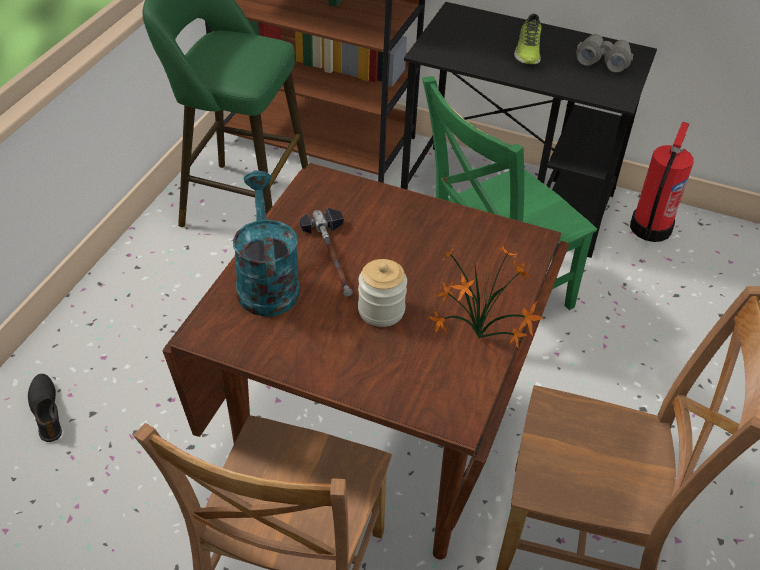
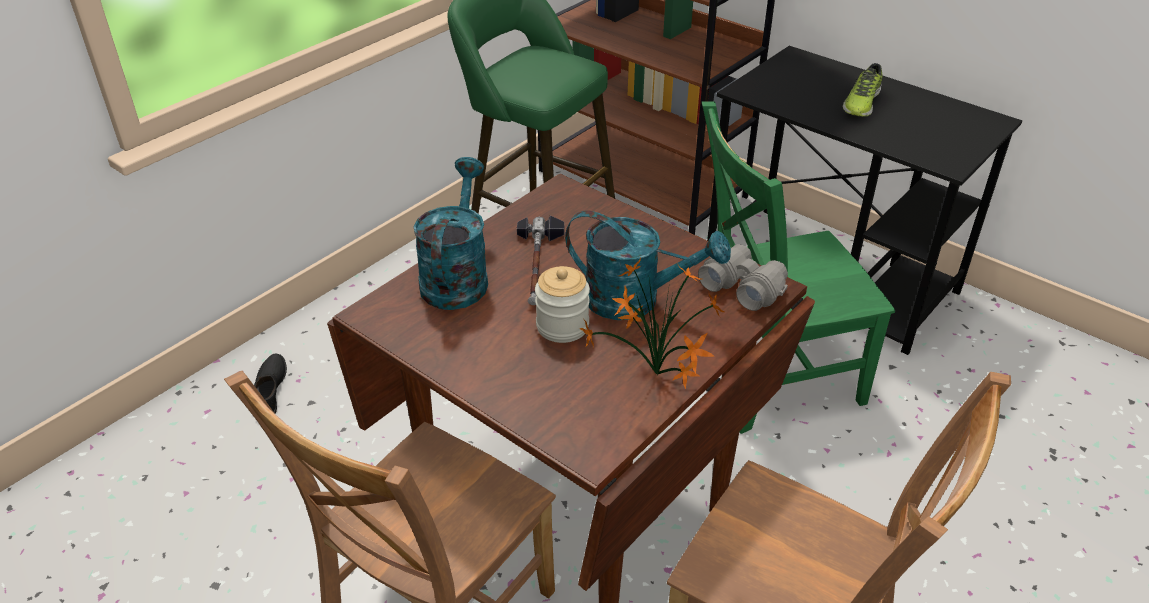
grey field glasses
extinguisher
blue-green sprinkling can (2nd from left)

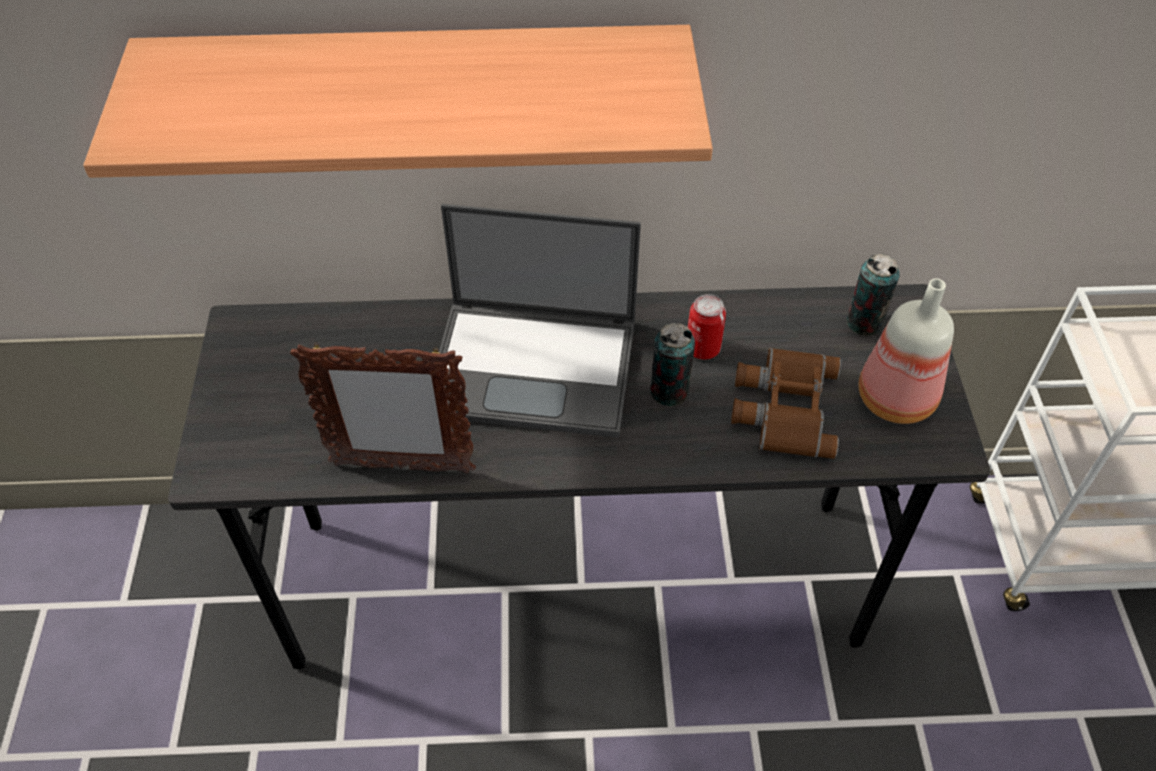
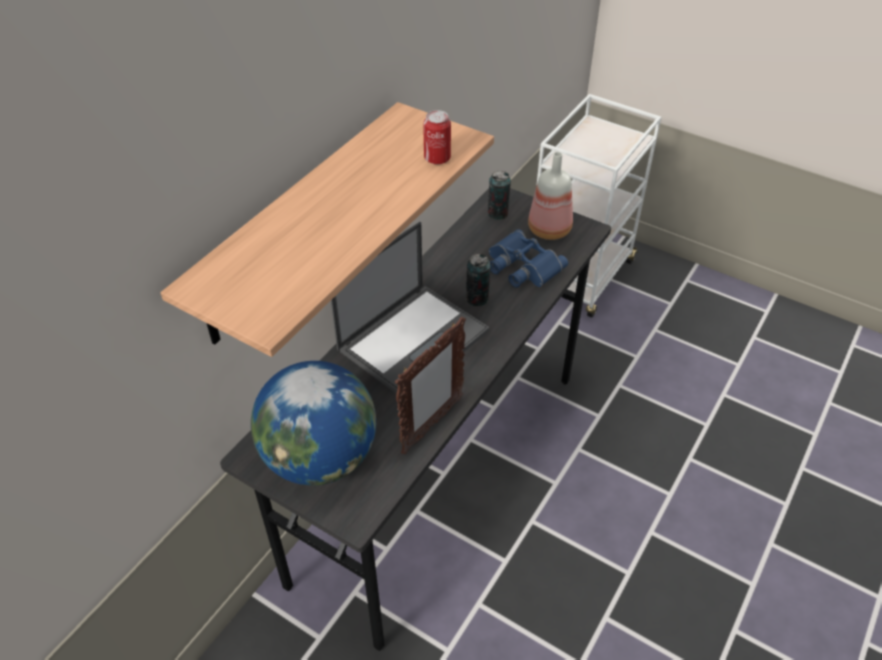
can (1st from left)
bluish field glasses
world globe

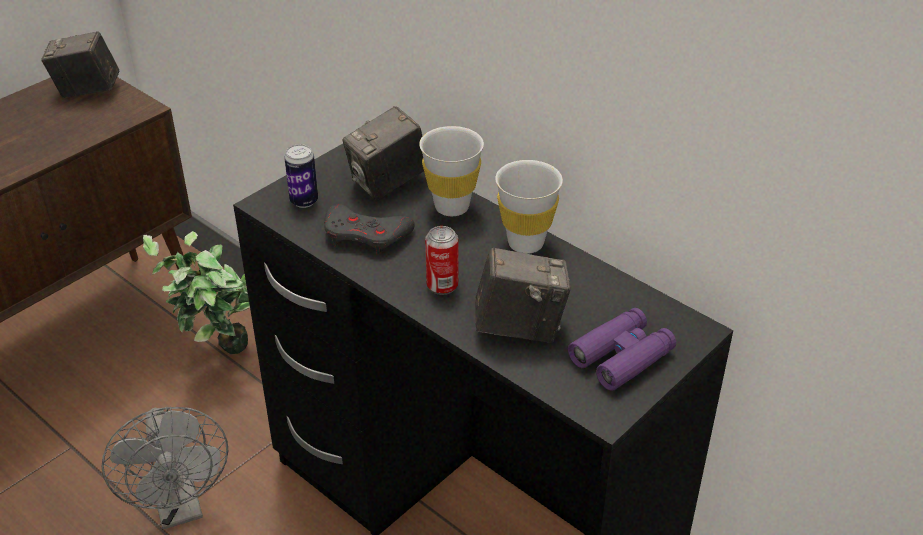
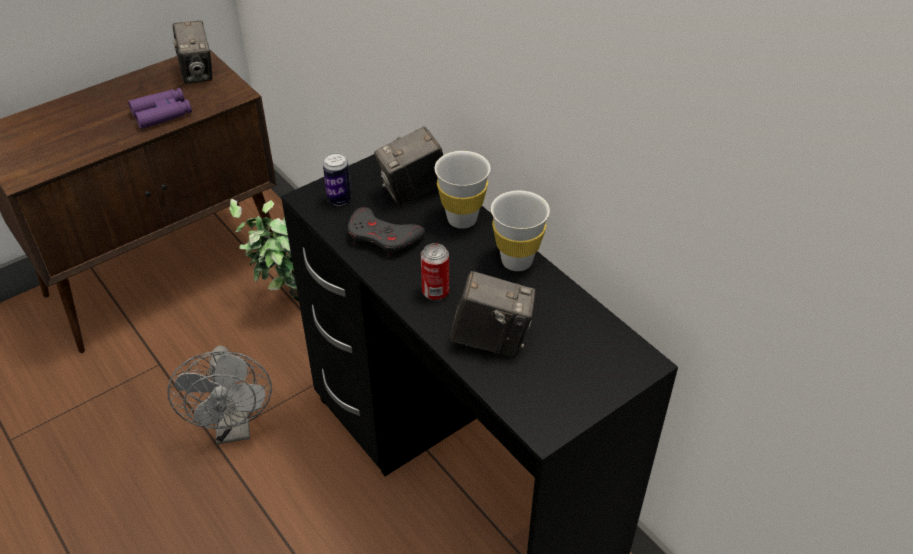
still camera (1st from left)
purplish field glasses

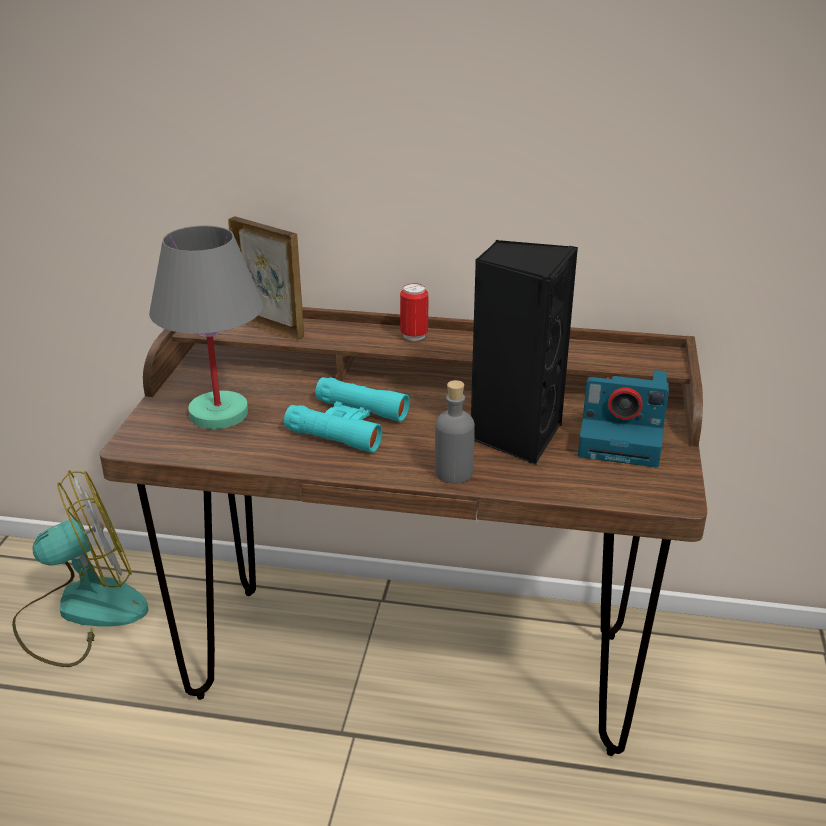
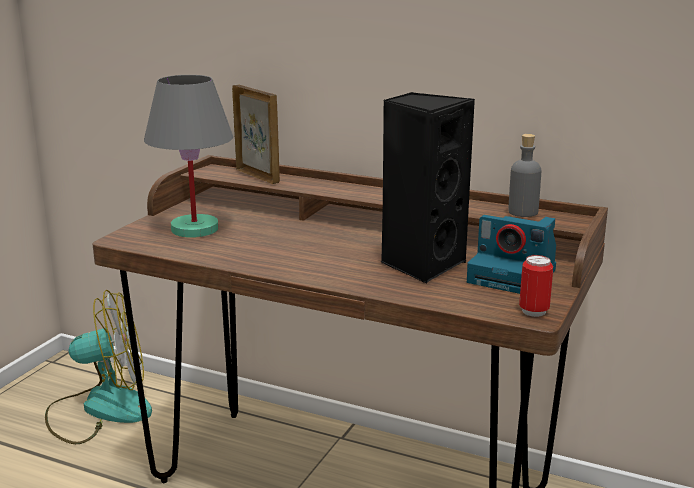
blue-green field glasses
can
grey beverage bottle

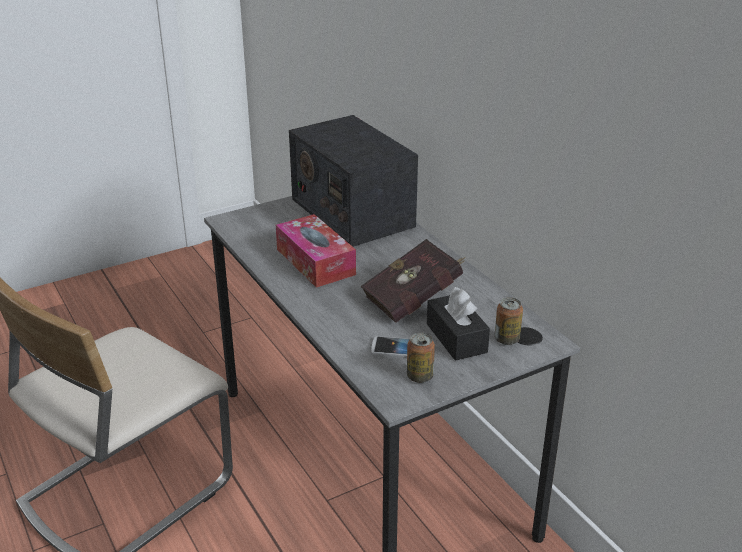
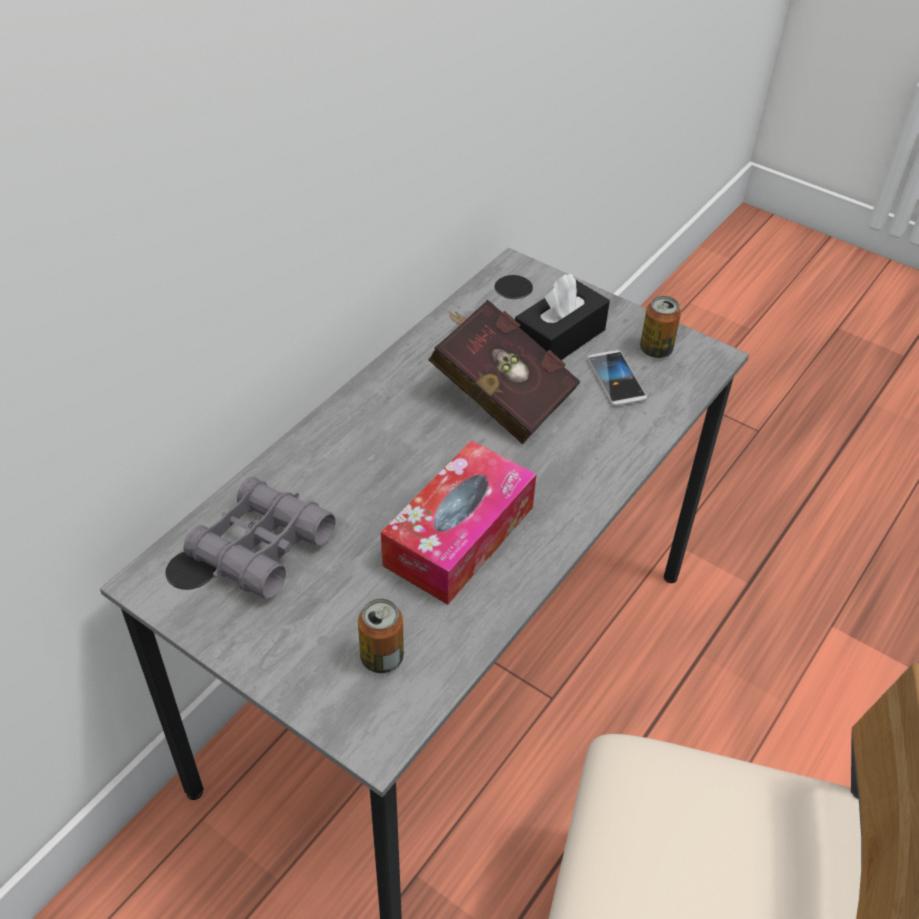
grey field glasses
can (1st from left)

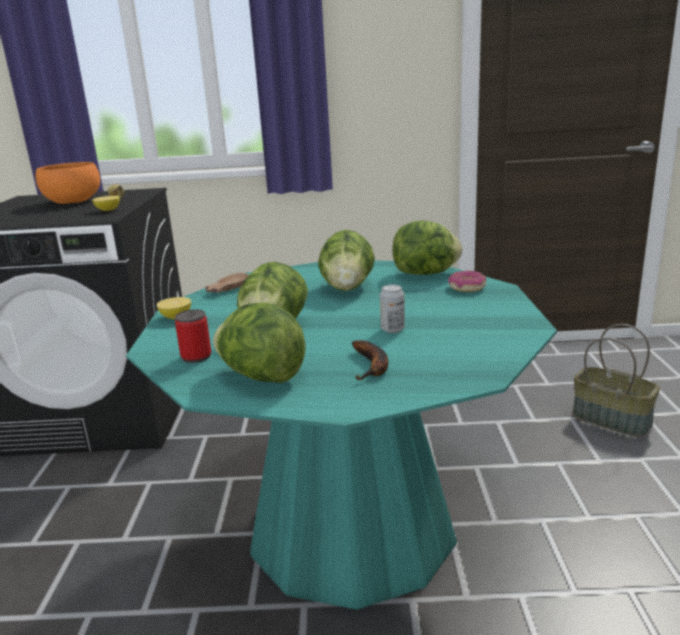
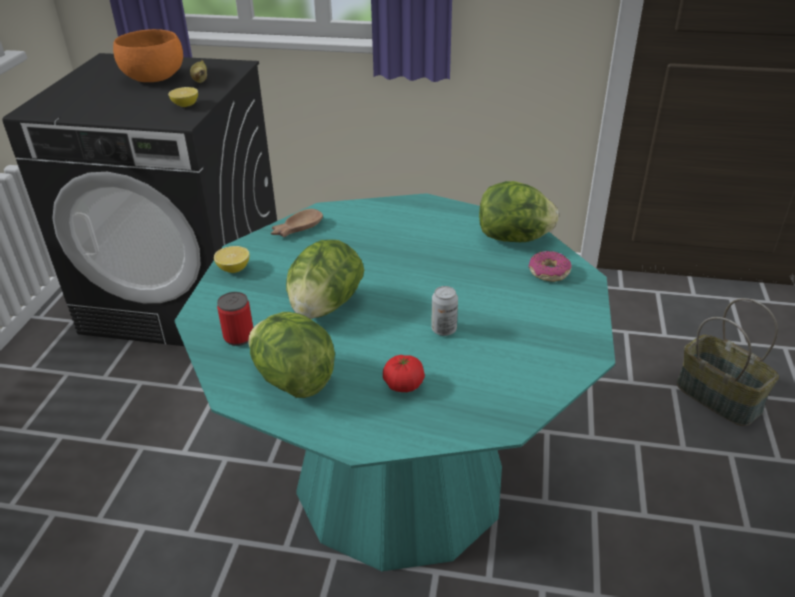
lettuce head (3rd from left in the first image)
whole tomato

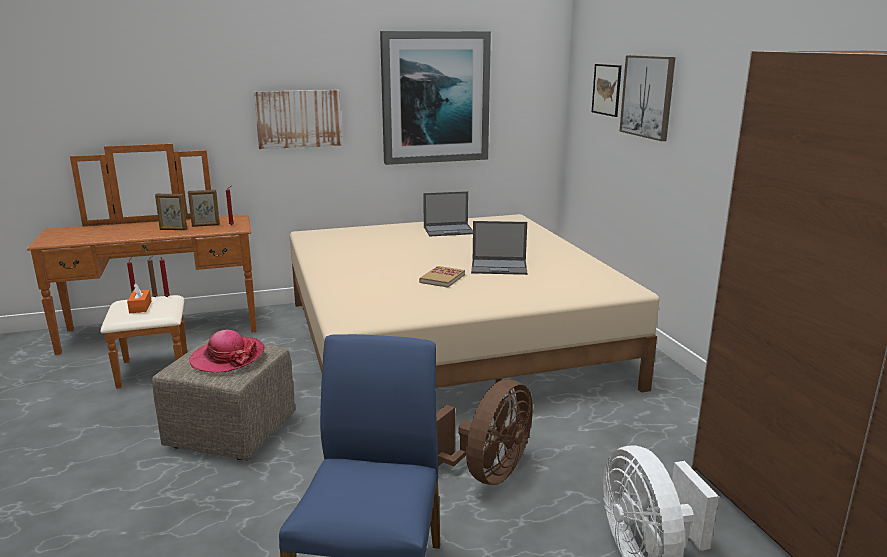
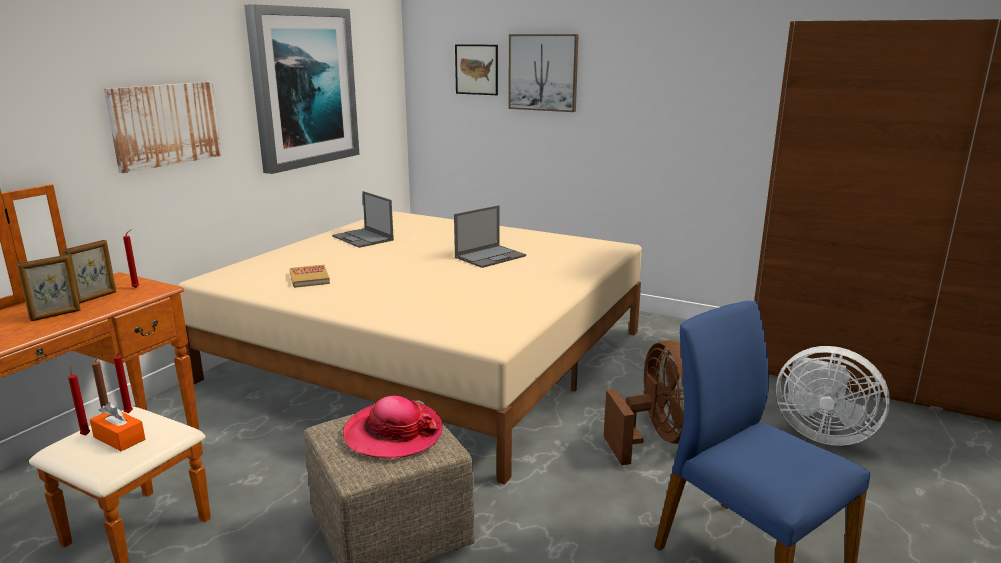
book
notebook computer (1st from left)

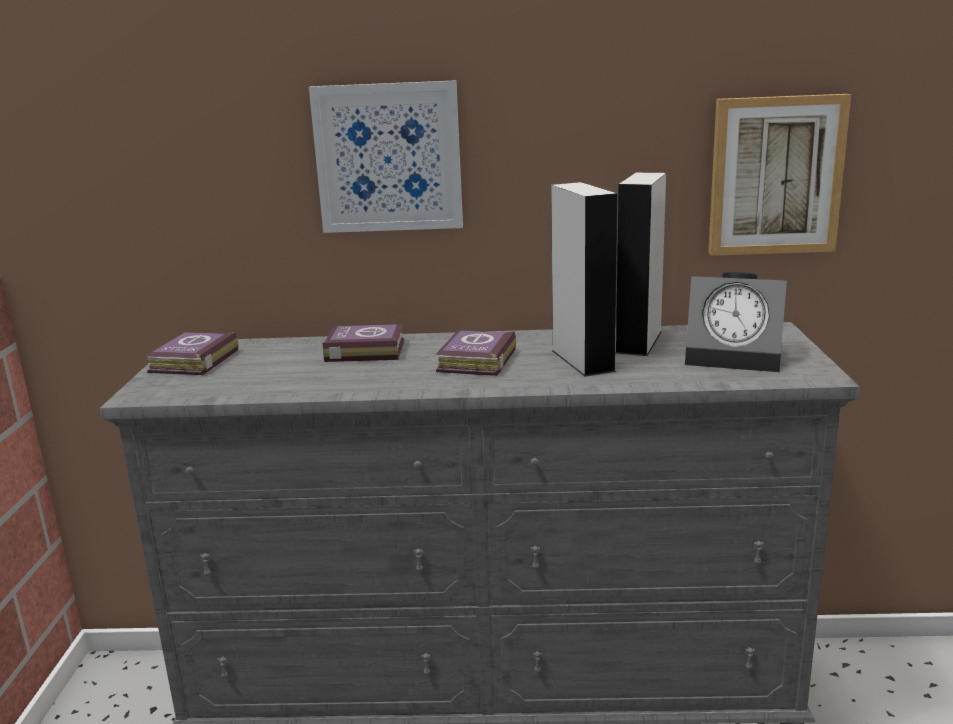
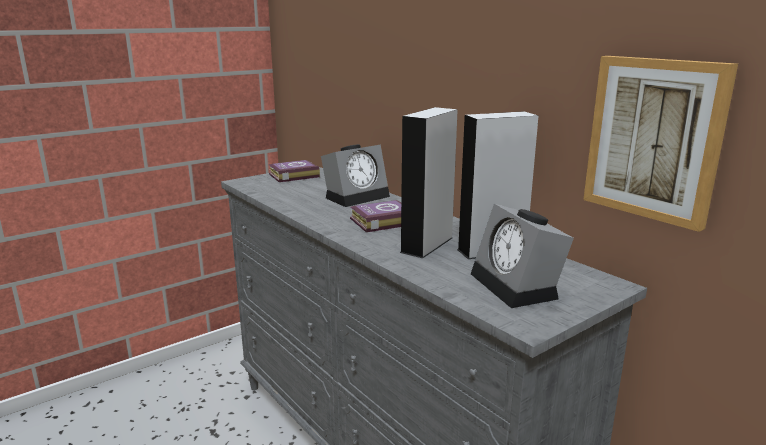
picture (1st from left in the first image)
bedside clock (1st from left)

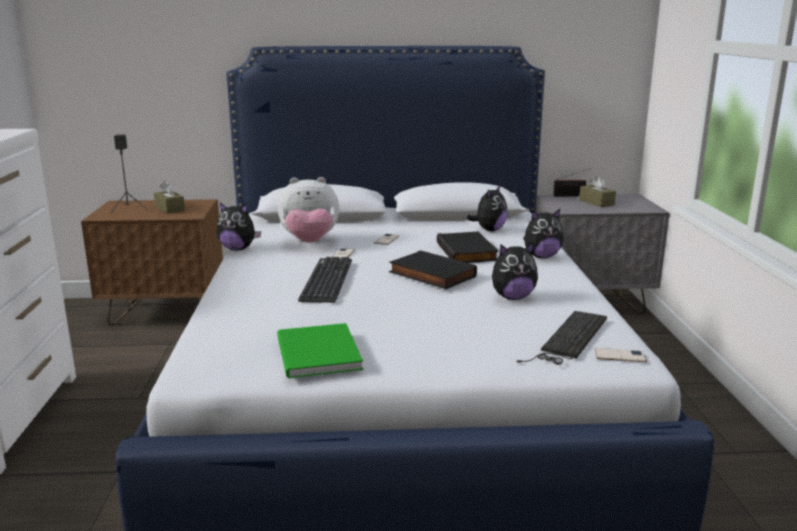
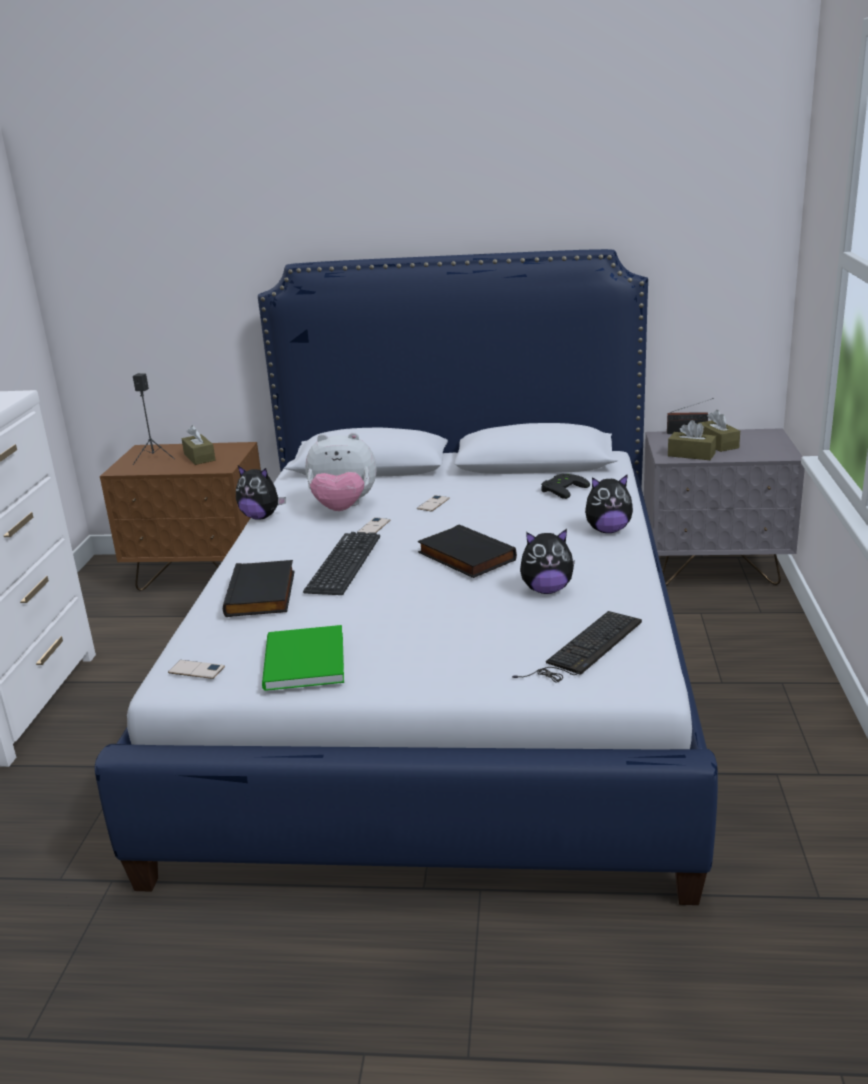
black-coloured book (1st from left)
black-coloured game controller
telephone (1st from left)
brown box of tissues (2nd from left)

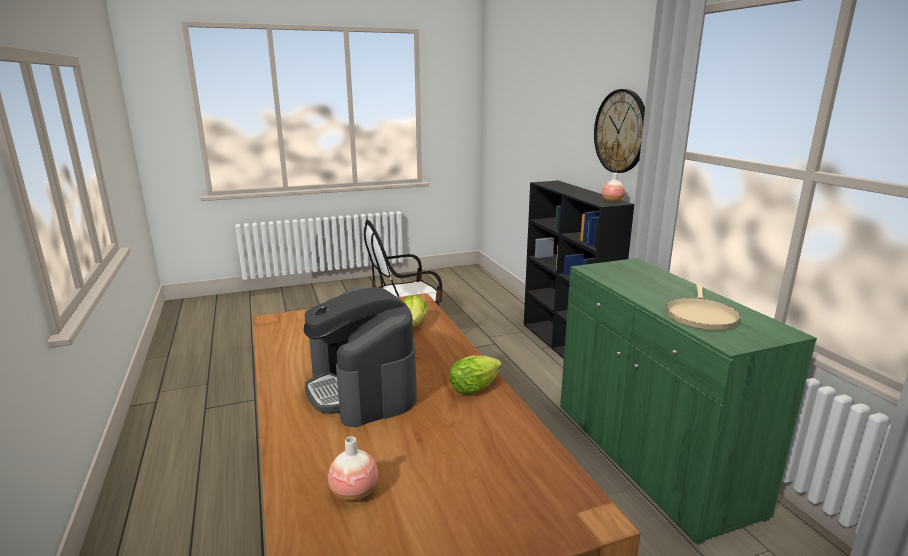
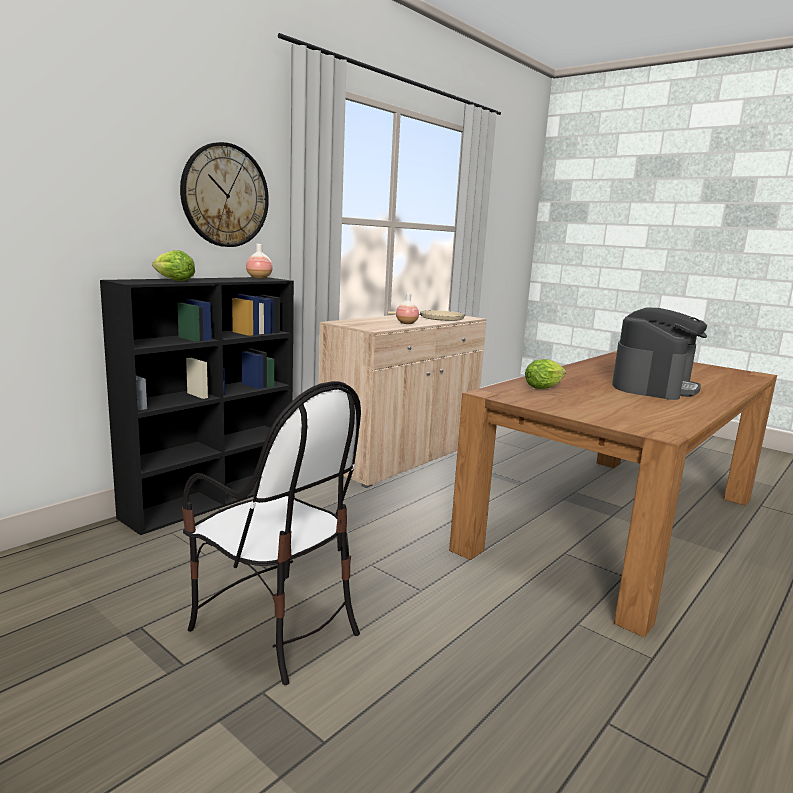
decorative vase (2nd from left)
lettuce head (1st from left)
sand-coloured cupboard

